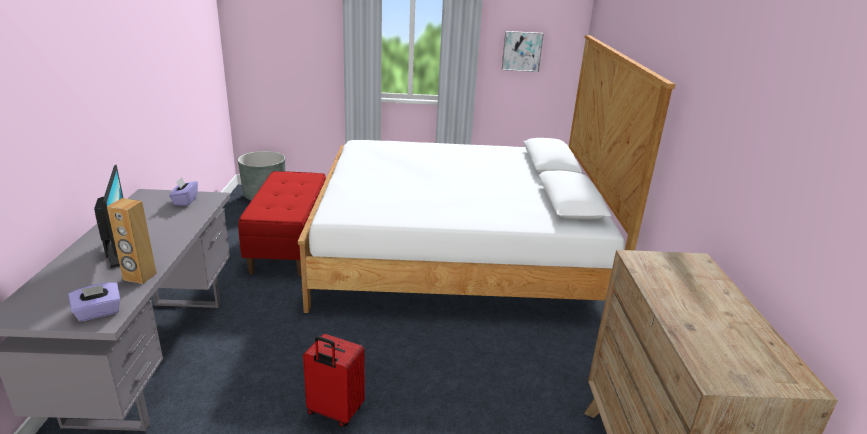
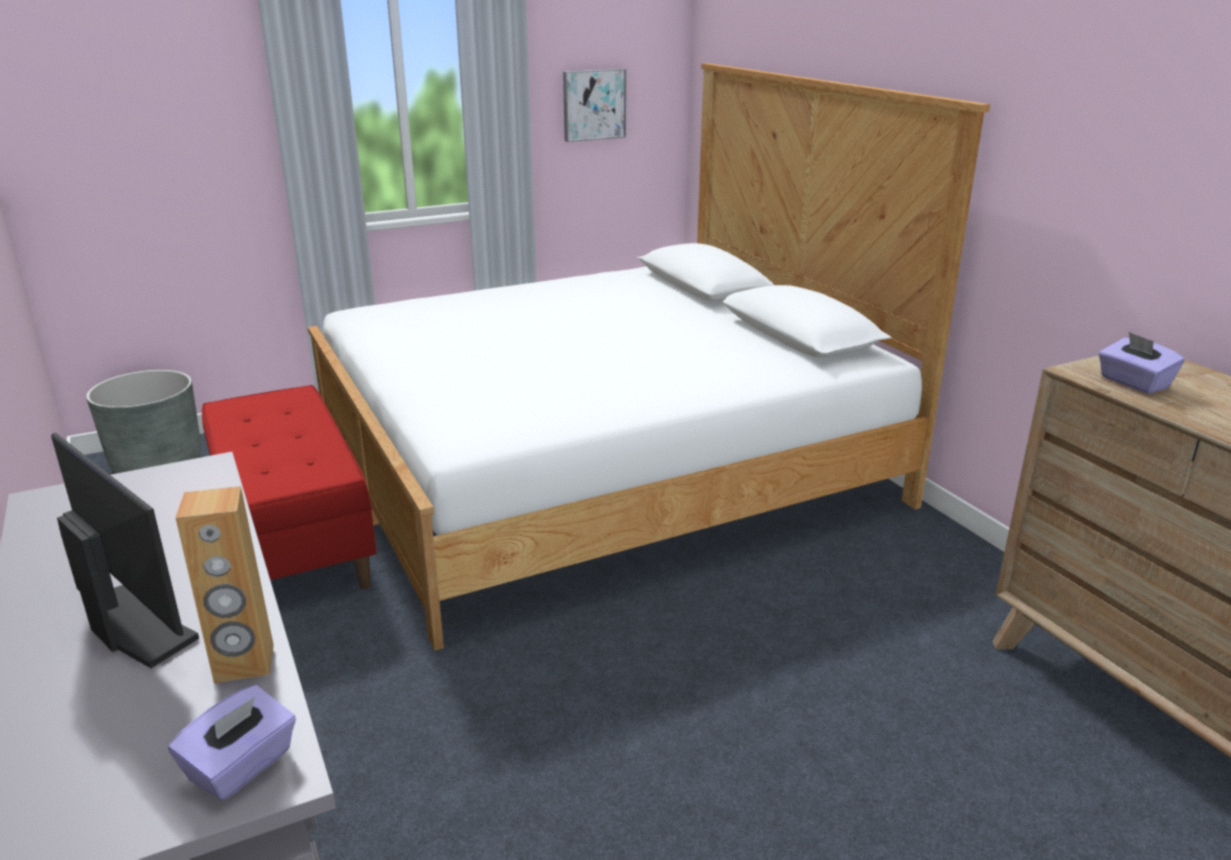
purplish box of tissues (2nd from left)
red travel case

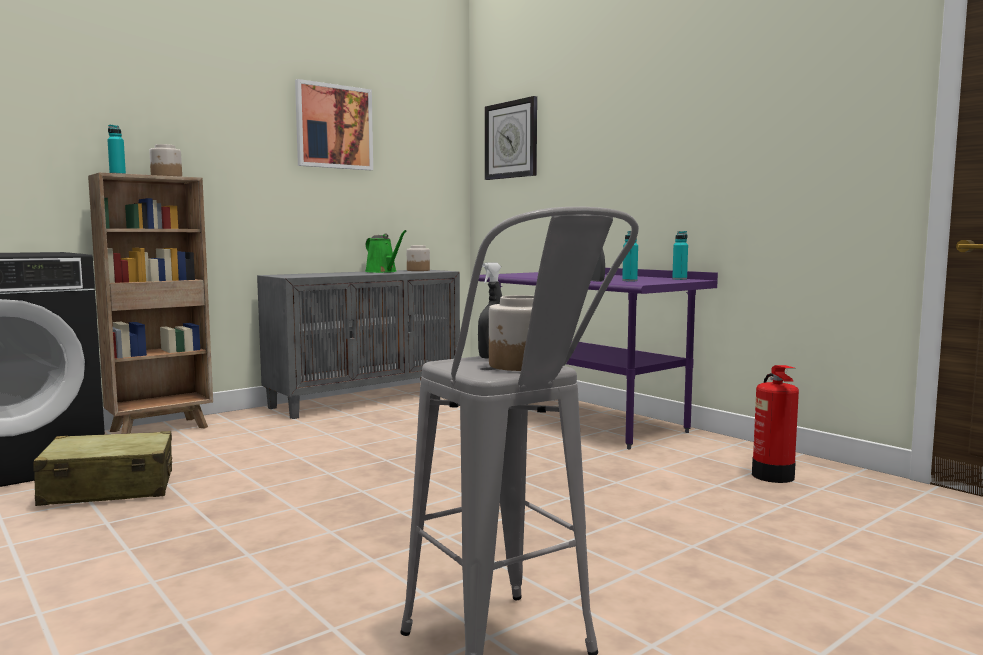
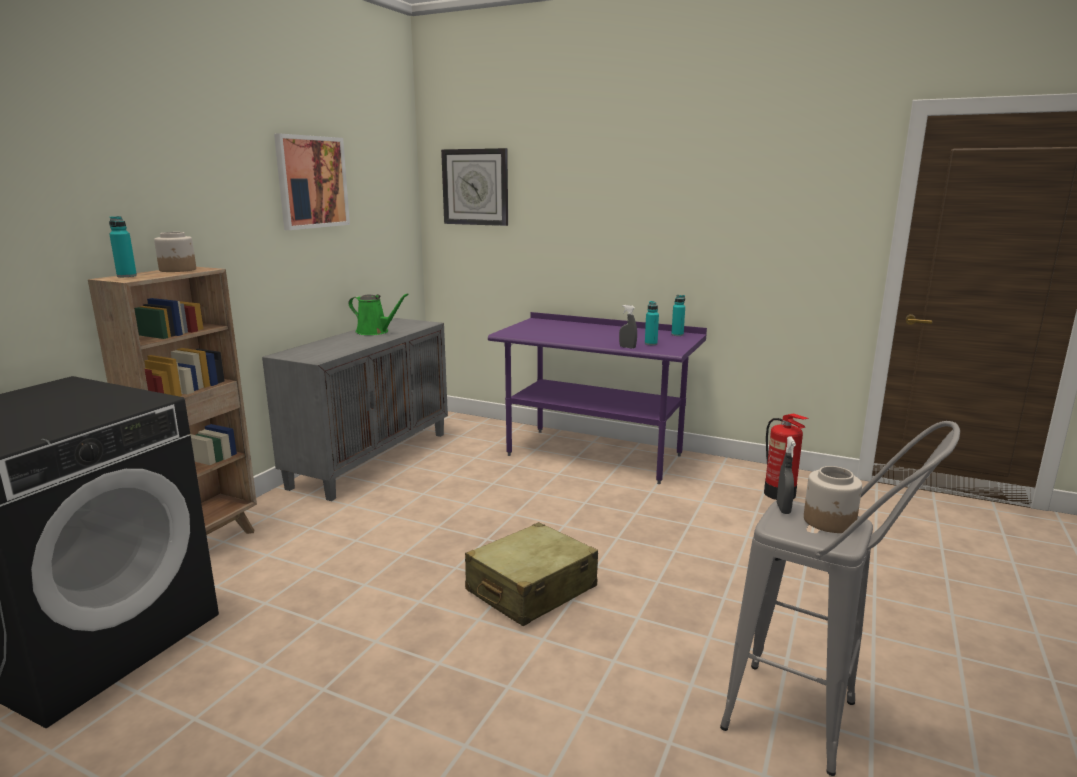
sand-coloured travel case
jar (2nd from left in the first image)

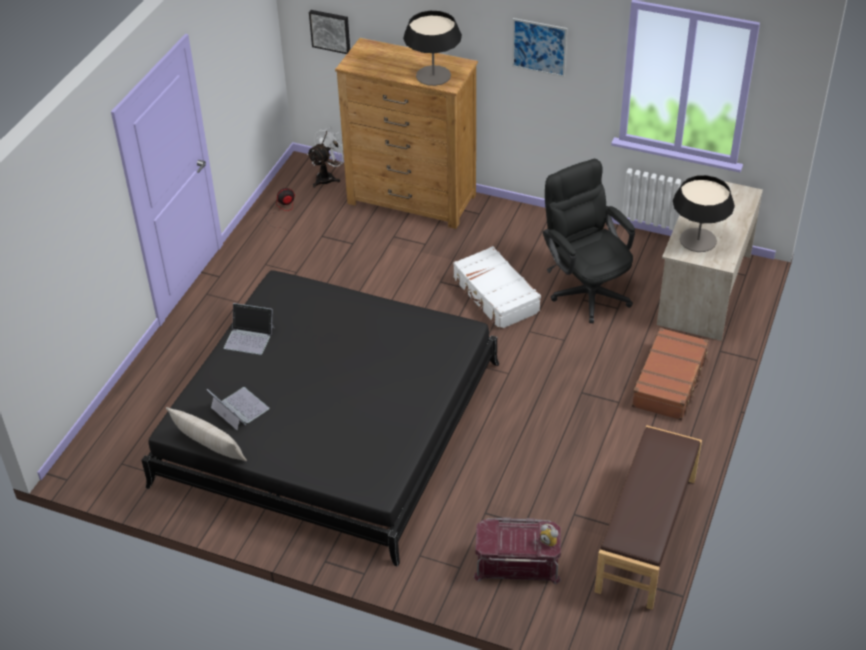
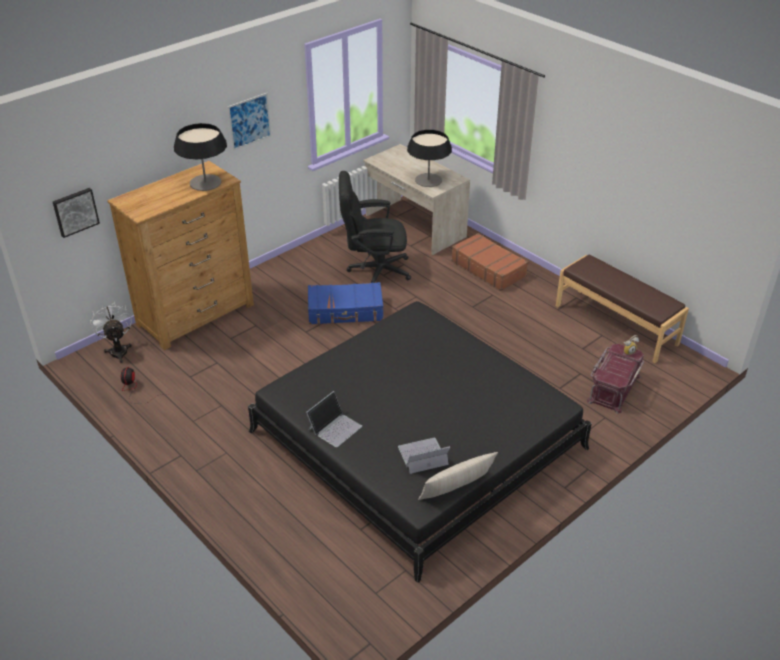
bluish travel case

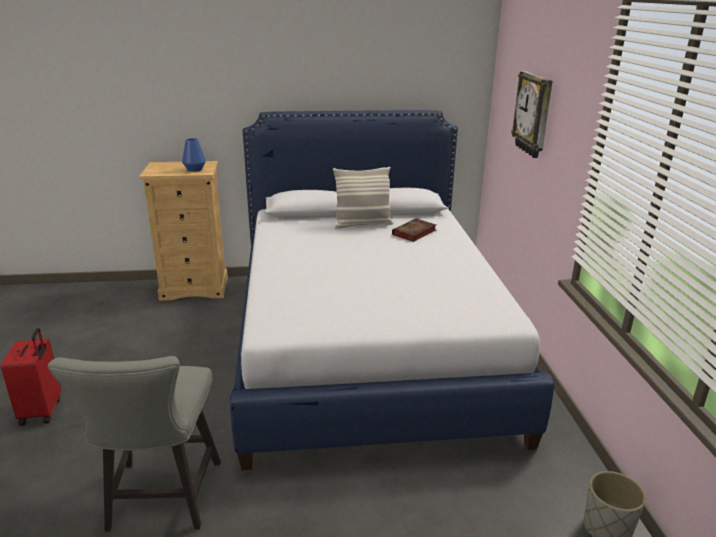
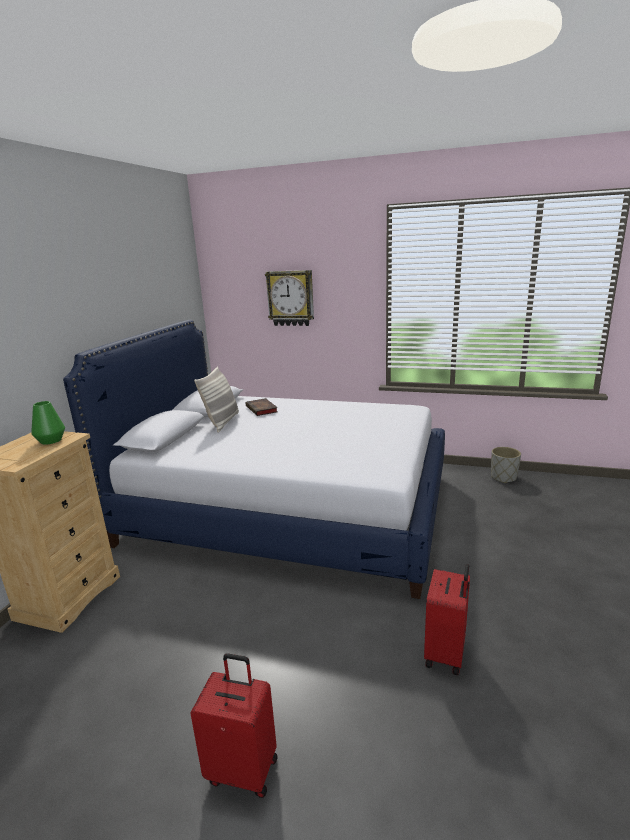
red travel case (2nd from left)
green decorative vase

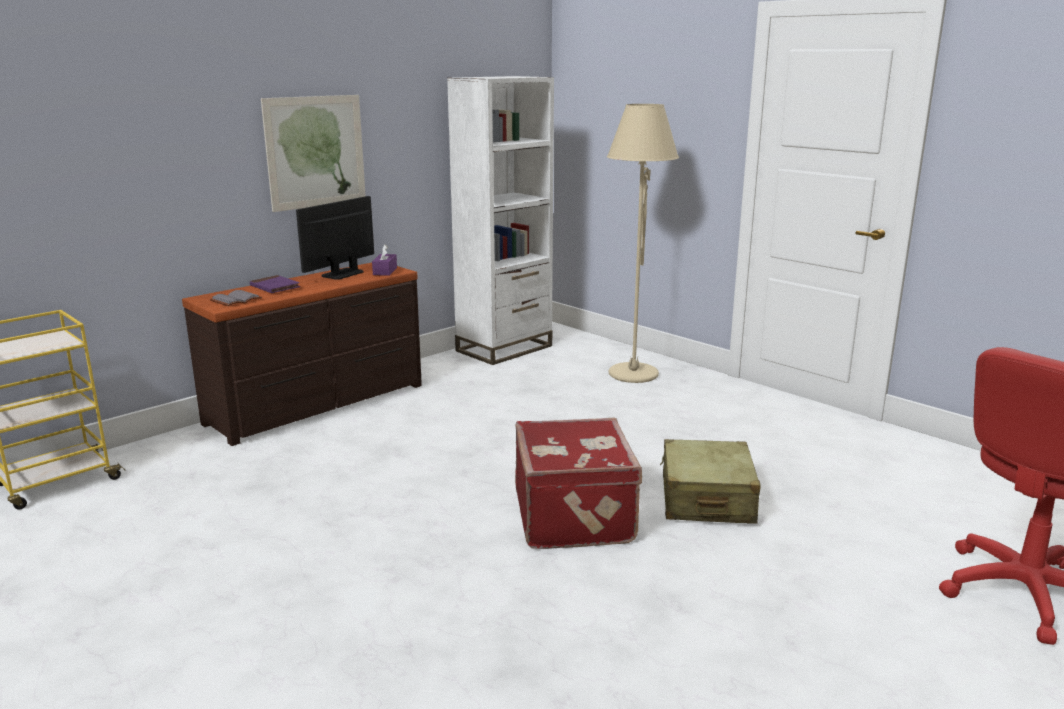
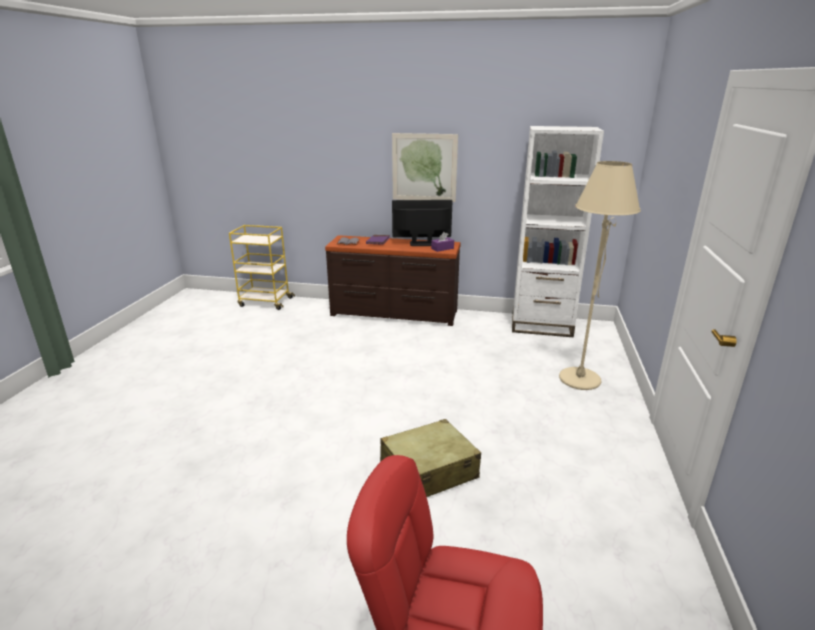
red travel case

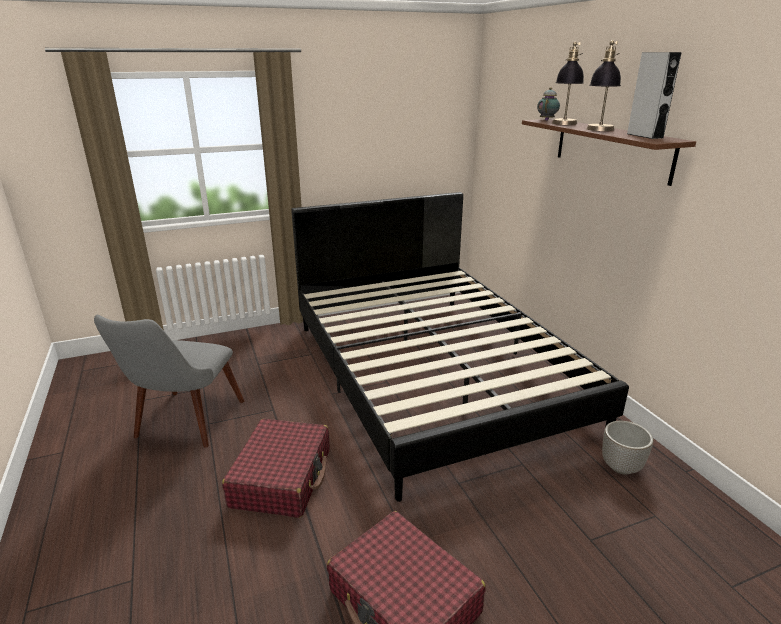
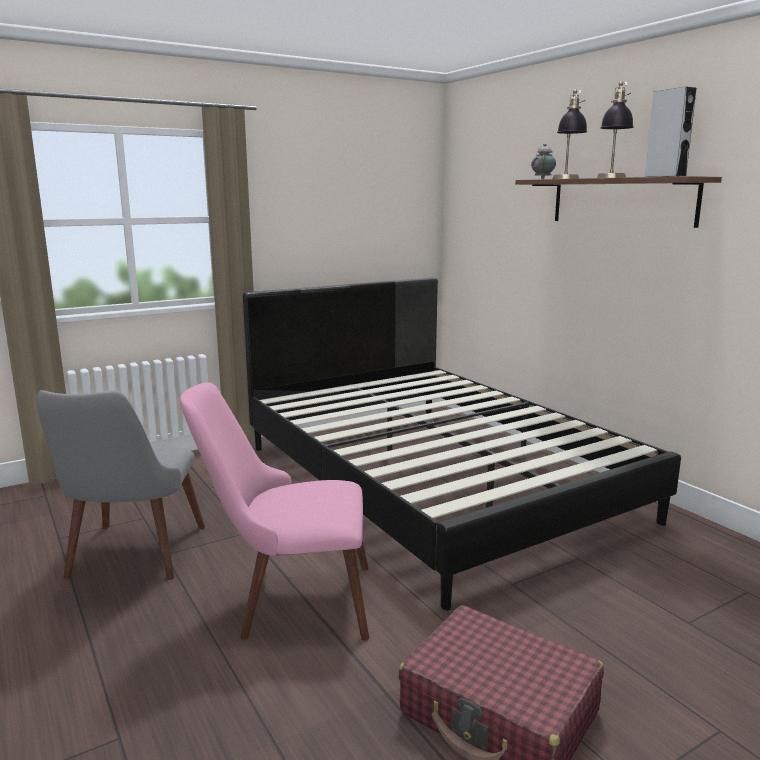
pinkish upright chair
flower pot

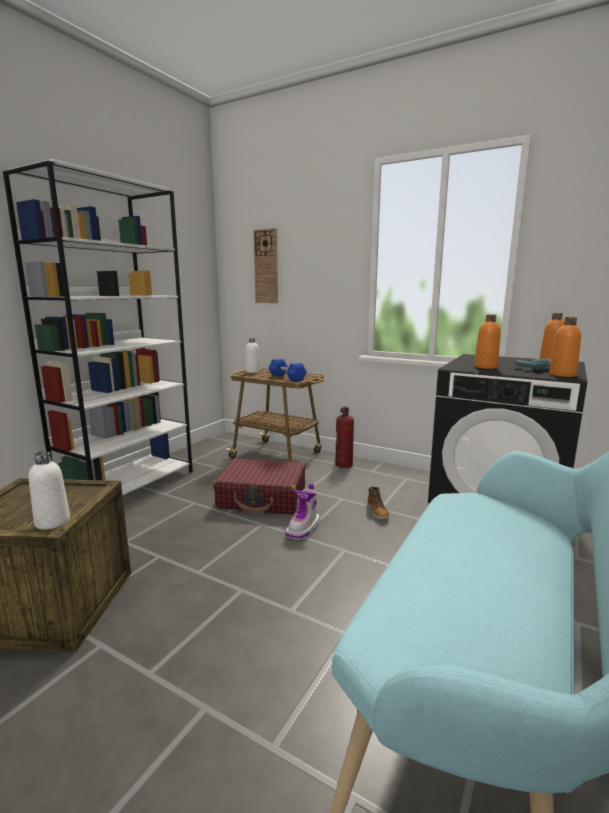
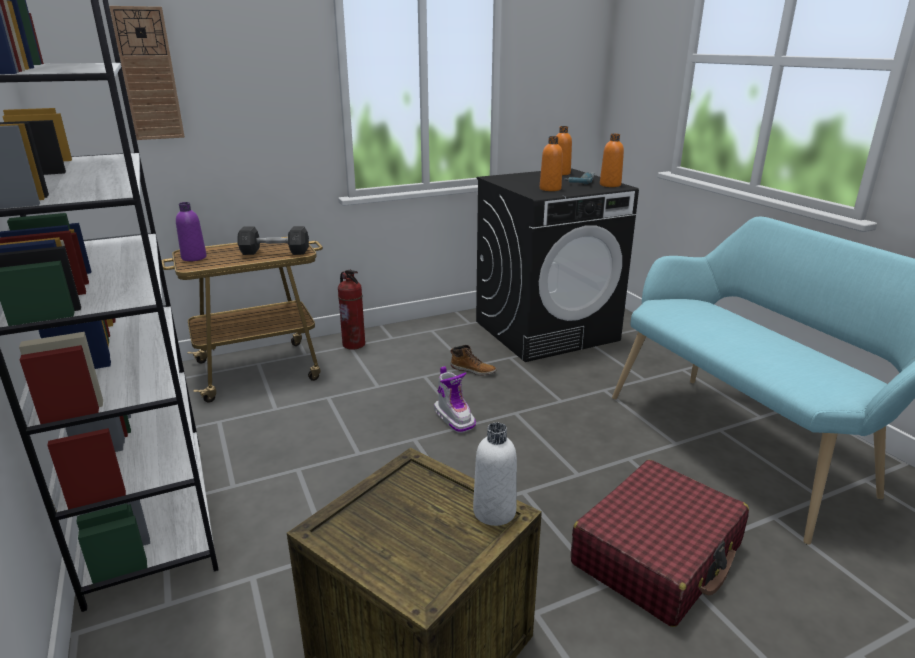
red travel case
purplish beverage bottle
grey hand weight

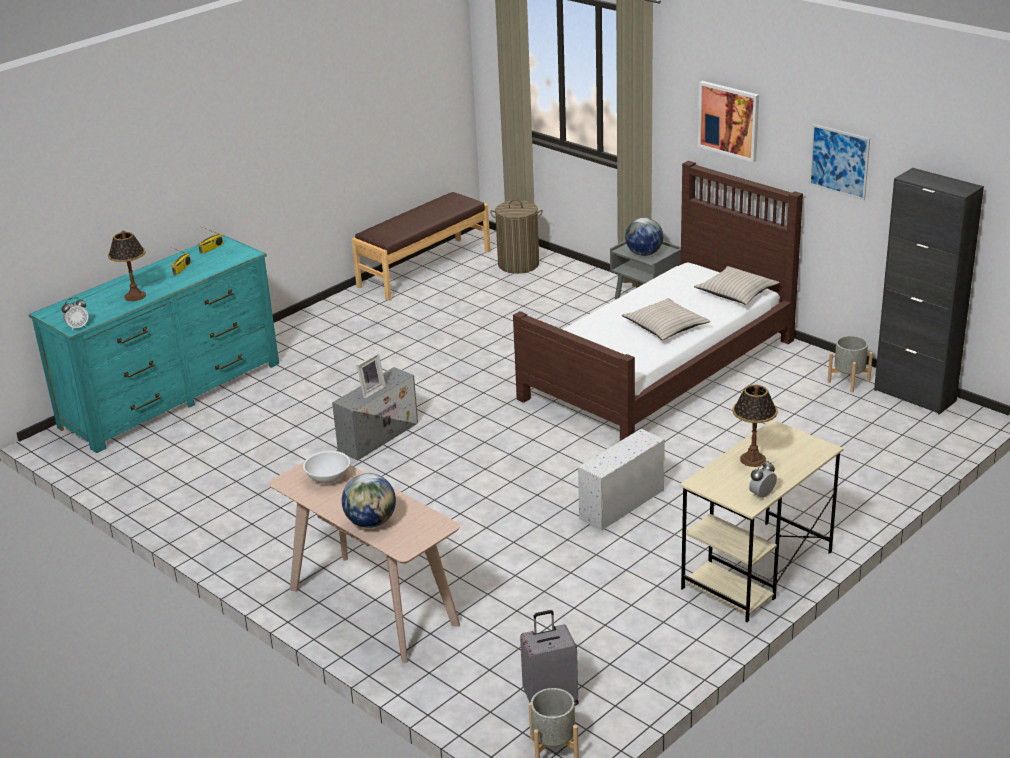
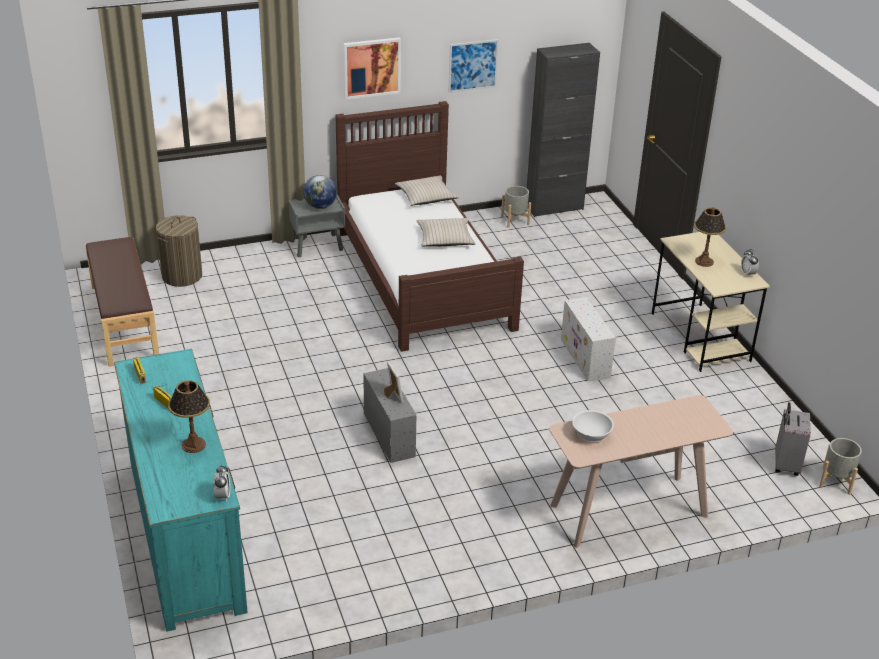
world globe (1st from left in the first image)

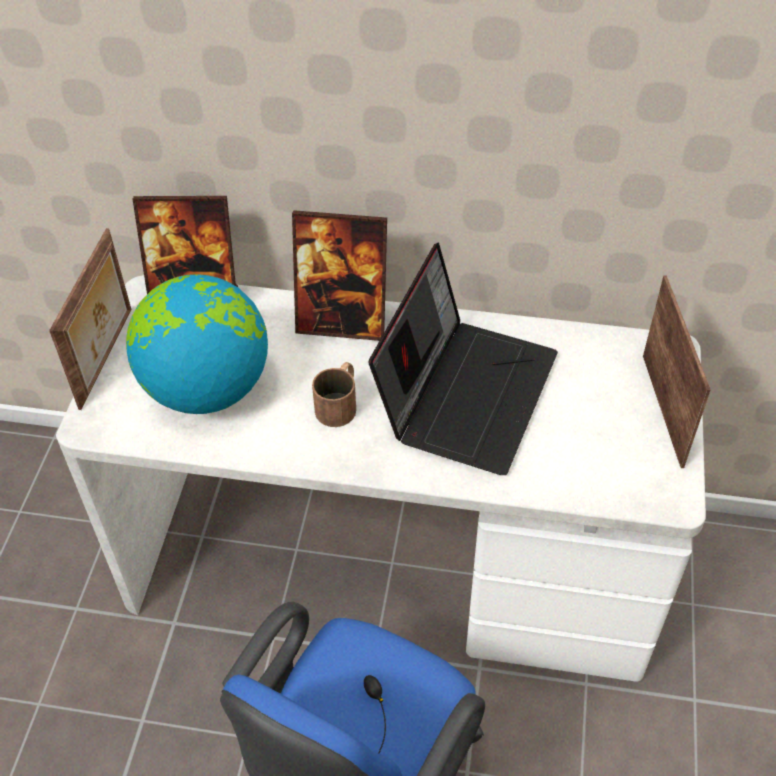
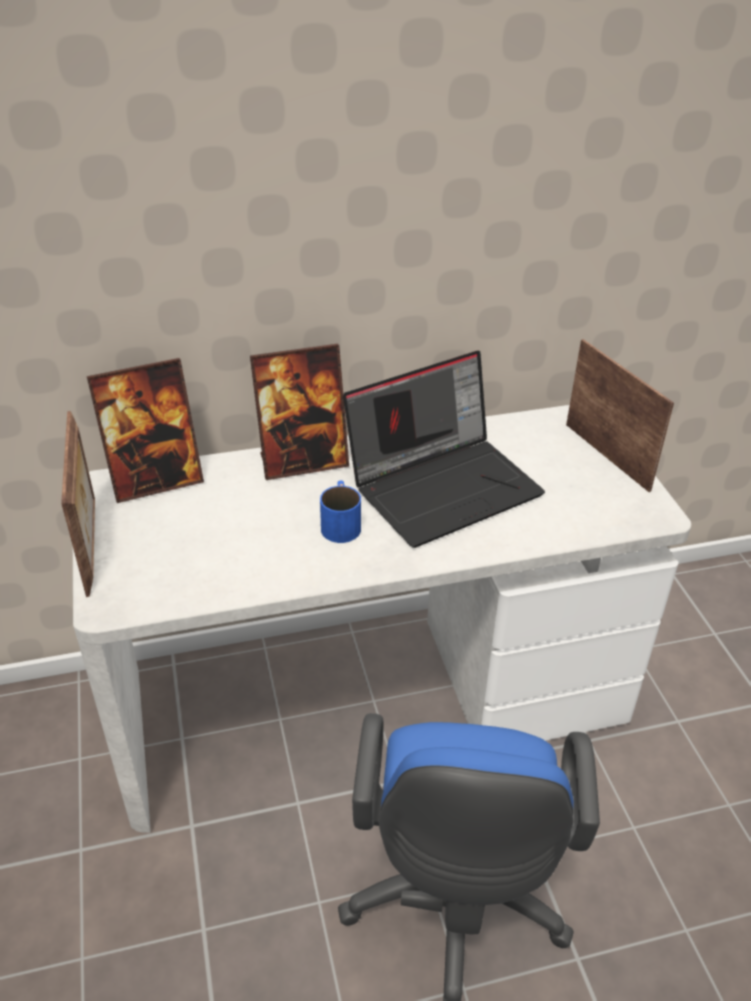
world globe
bluish coffee mug
notebook computer

